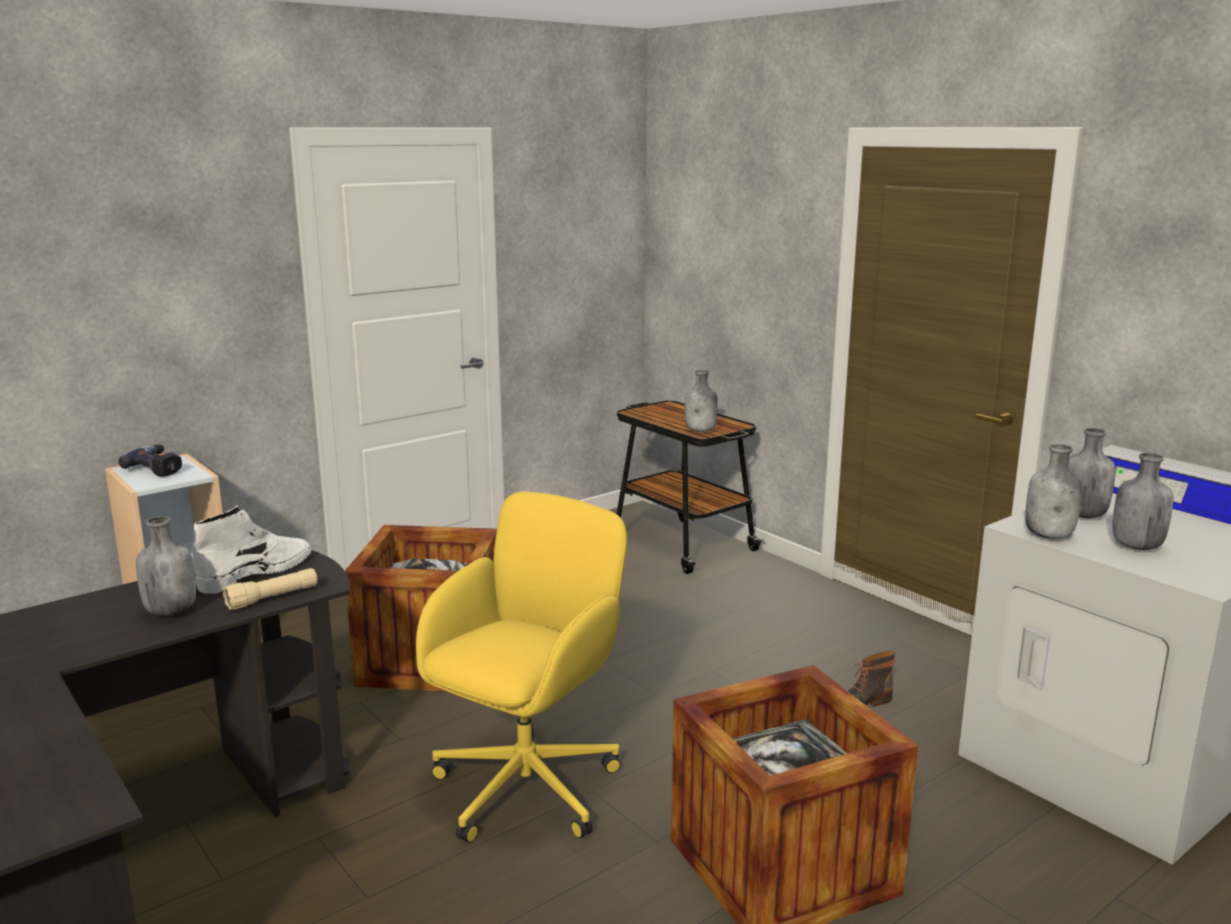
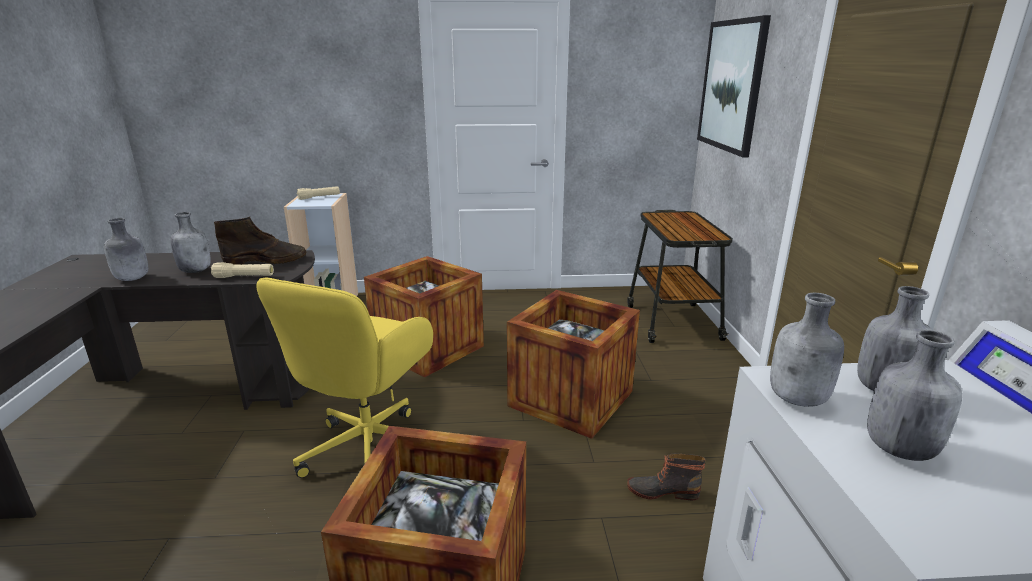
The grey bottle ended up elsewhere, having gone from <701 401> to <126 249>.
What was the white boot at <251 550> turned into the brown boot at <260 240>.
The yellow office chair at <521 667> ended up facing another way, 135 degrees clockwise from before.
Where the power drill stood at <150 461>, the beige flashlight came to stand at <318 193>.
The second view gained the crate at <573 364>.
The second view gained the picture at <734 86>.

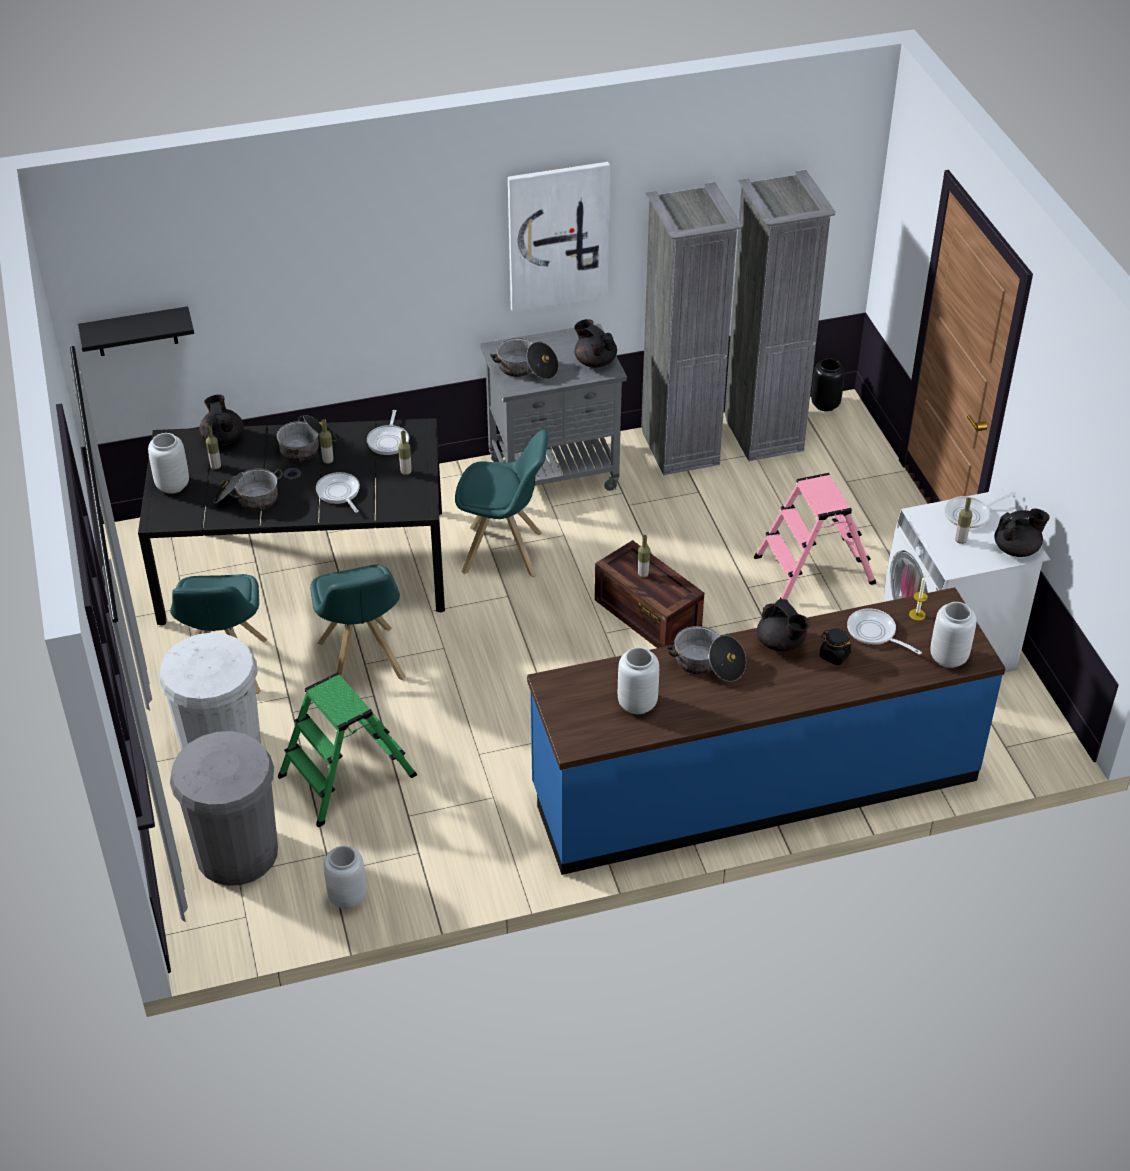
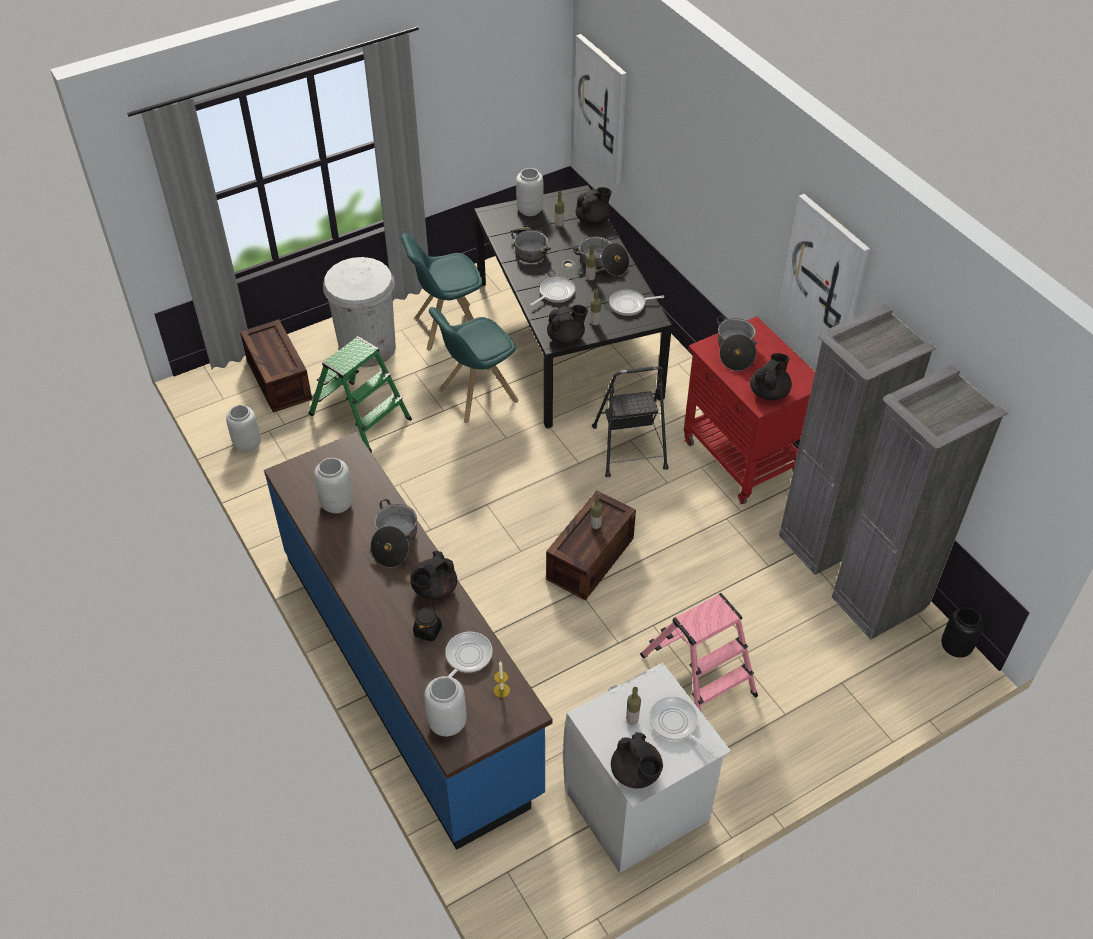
Where the grey trash can stood at <224 808>, the crate came to stand at <276 366>.
The second view gained the black teapot at <567 324>.
Where the black shelf hung at <136 331>, the picture came to hang at <600 109>.
Where the turquoise chair stood at <502 503>, the black step ladder came to stand at <630 421>.
What was the grey cart at <553 407> turned into the red cart at <749 410>.

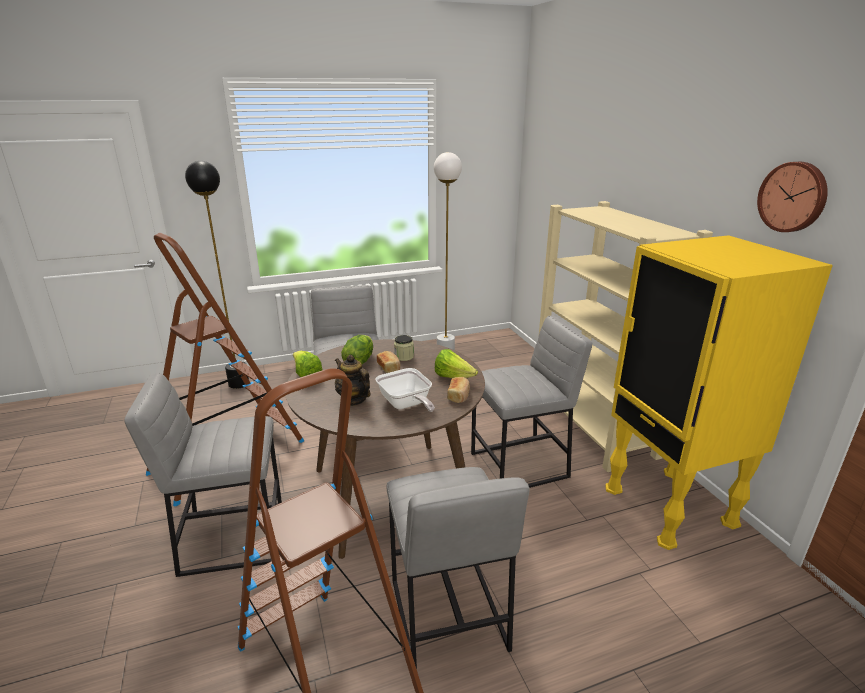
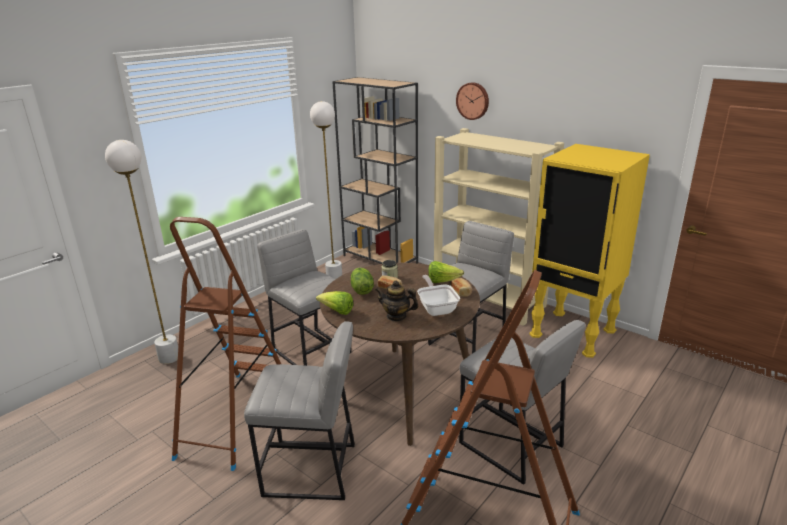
What was the black floor lamp at <217 275> turned into the white floor lamp at <141 252>.
The grey chair at <203 475> ended up facing another way, 135 degrees counterclockwise from before.
The second view gained the bookcase at <375 170>.
The frying pan at <405 390> ended up facing another way, 135 degrees counterclockwise from before.
The wall clock ended up elsewhere, having gone from <792 197> to <472 101>.

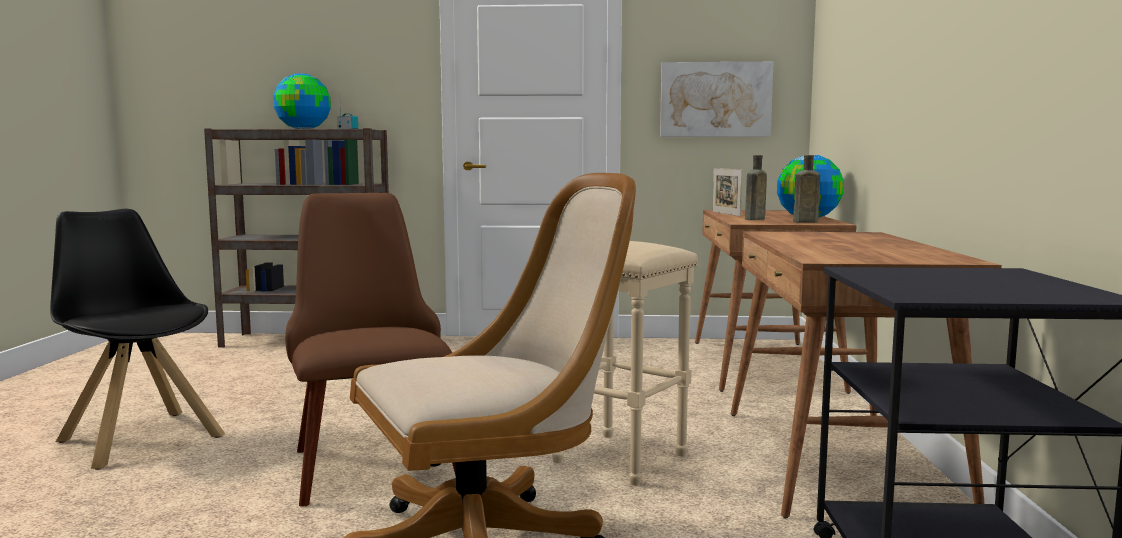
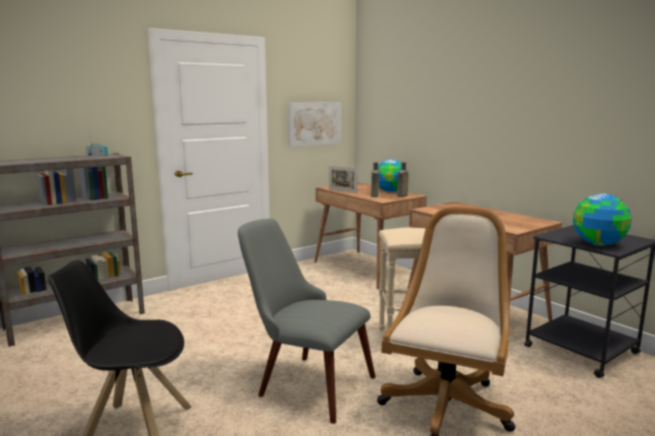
What was the brown chair at <370 350> turned into the grey chair at <306 321>.
The globe ended up elsewhere, having gone from <302 101> to <602 220>.

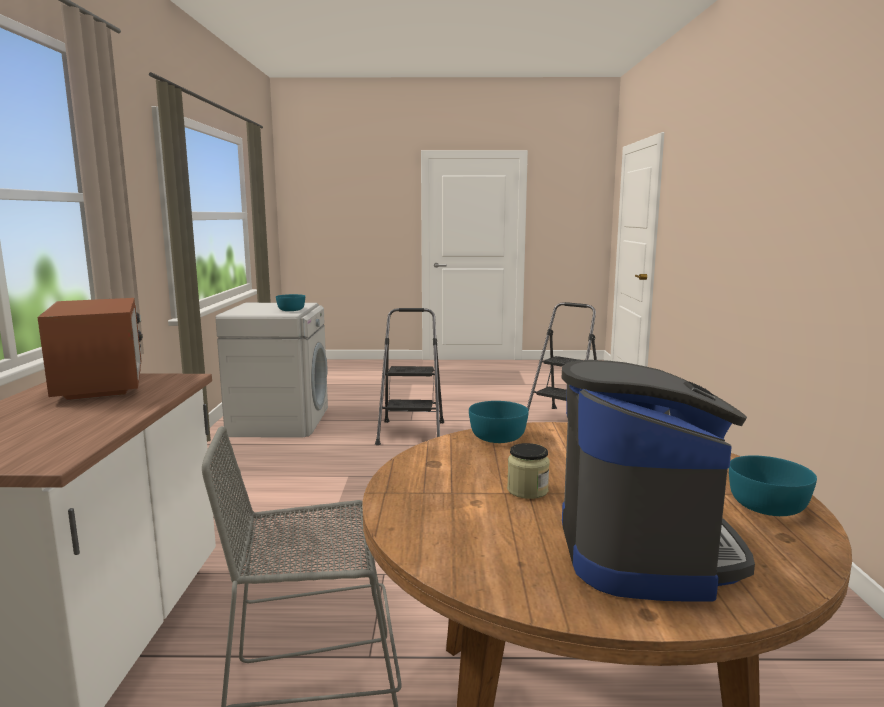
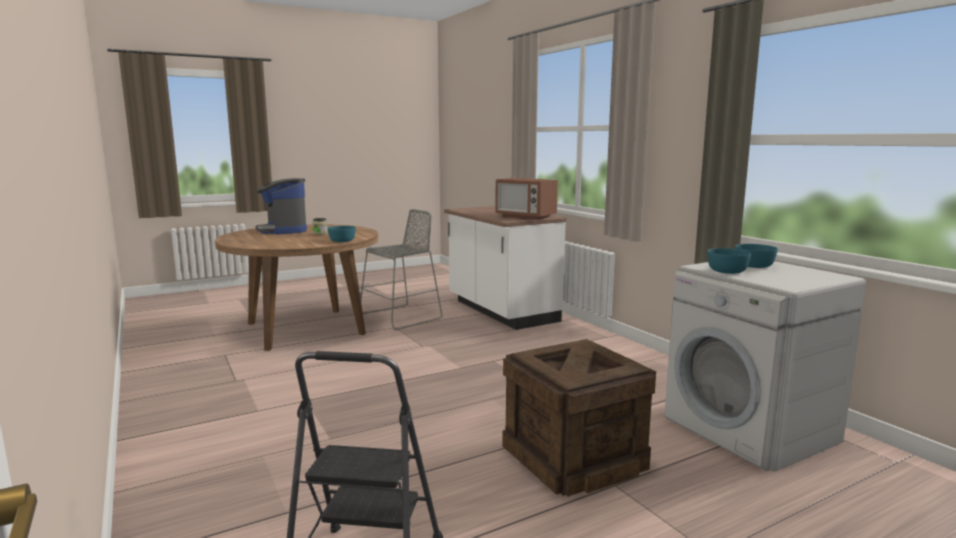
Where the black step ladder stood at <409 376>, the crate came to stand at <579 418>.
The turquoise bowl ended up elsewhere, having gone from <773 485> to <756 256>.

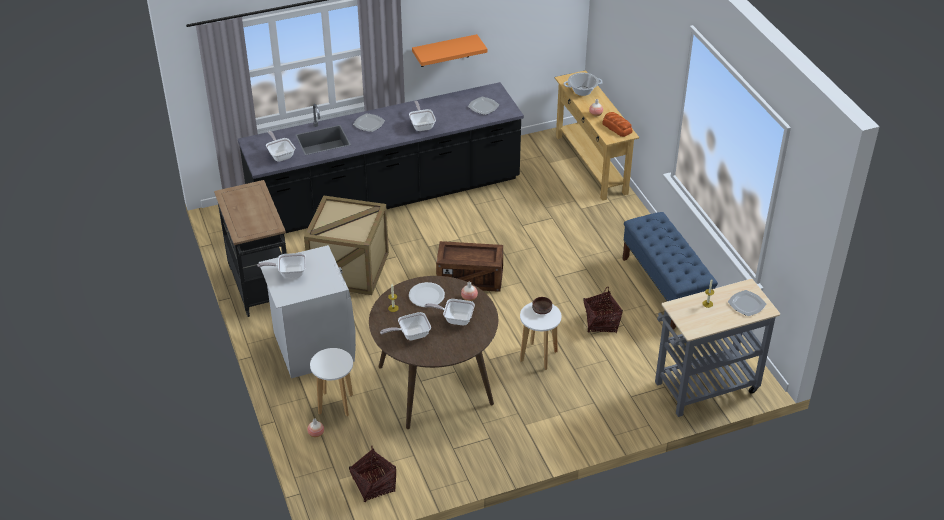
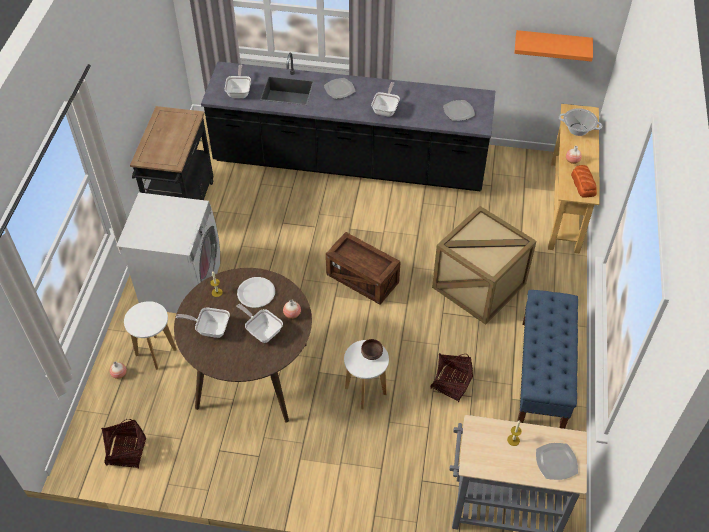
The crate ended up elsewhere, having gone from <346 245> to <484 265>.
The orange shelf ended up elsewhere, having gone from <449 50> to <553 46>.
The second view lost the frying pan at <282 265>.

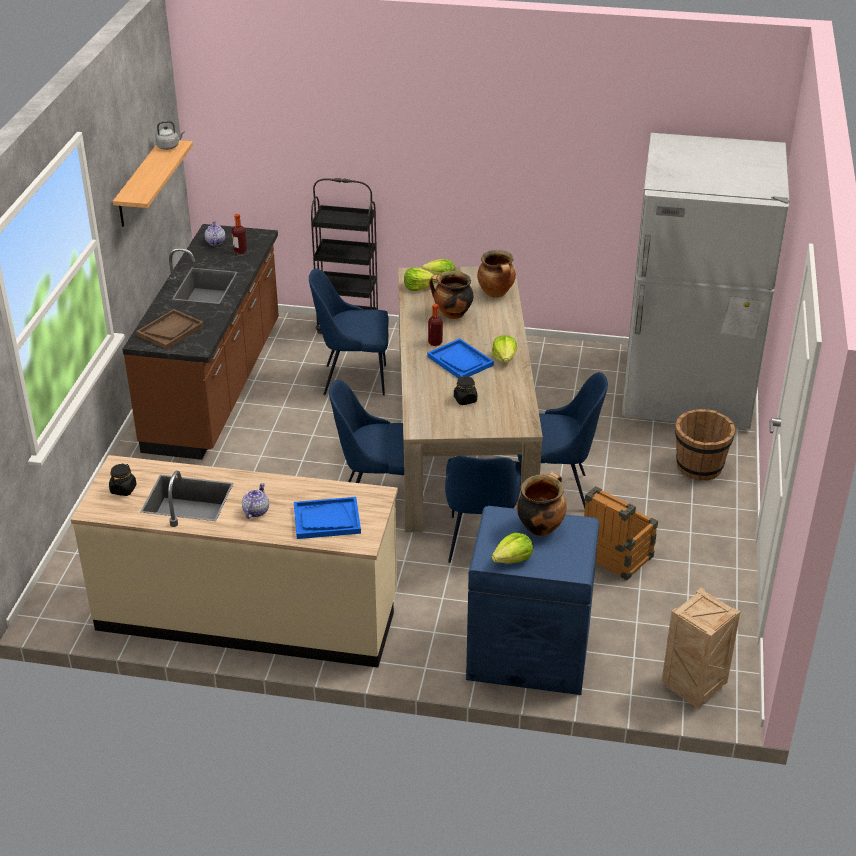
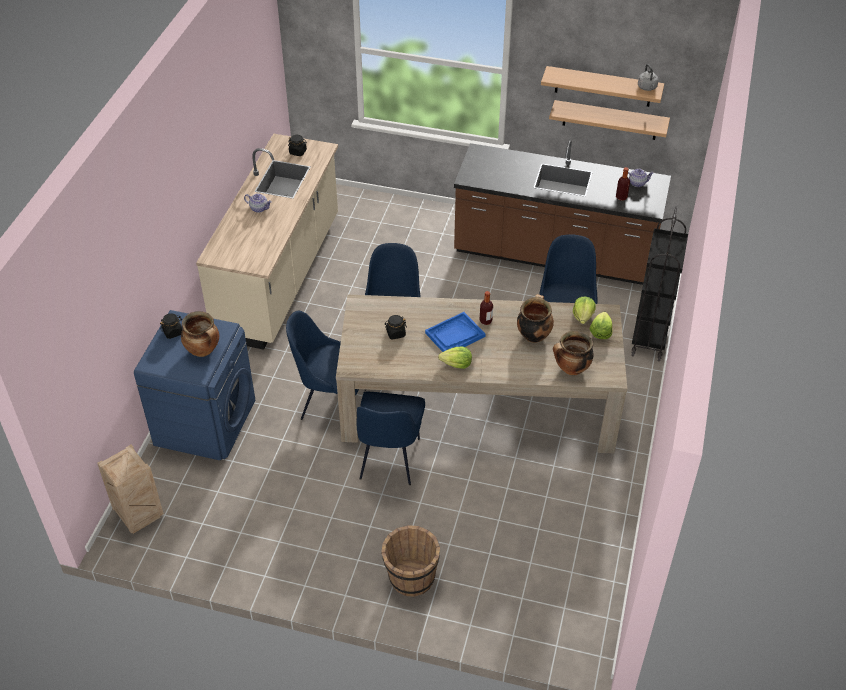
Where the lettuce stood at <512 548>, the black jar came to stand at <171 326>.
The second view gained the shelf at <609 120>.
The second view lost the brown tray at <170 329>.
The second view lost the blue tray at <327 518>.
The second view lost the crate at <621 533>.
The second view lost the white fridge at <705 281>.

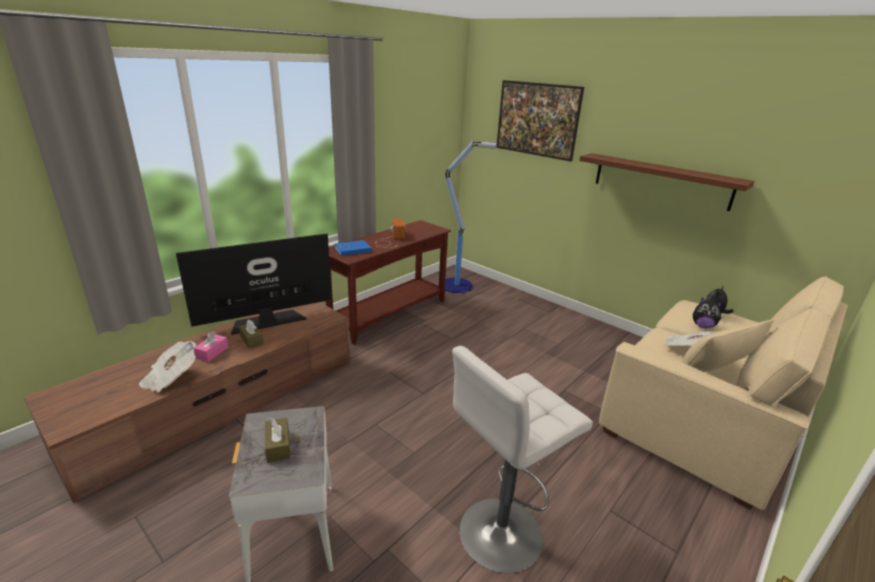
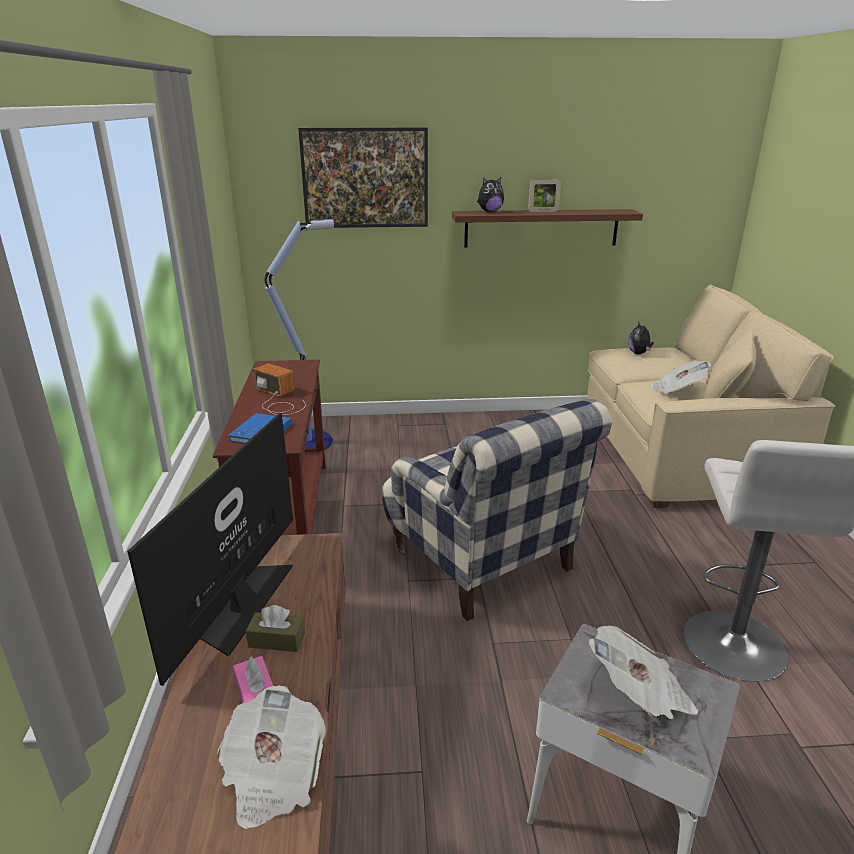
The second view gained the armchair at <497 510>.
The plush toy ended up elsewhere, having gone from <707 313> to <490 194>.
The second view gained the picture frame at <544 195>.
Where the brown tissue box stood at <277 440>, the newspaper came to stand at <643 672>.

